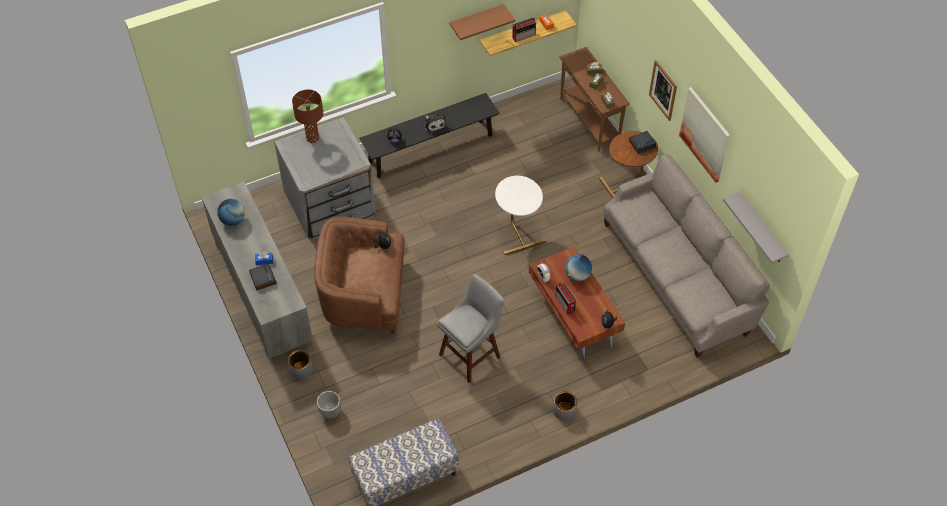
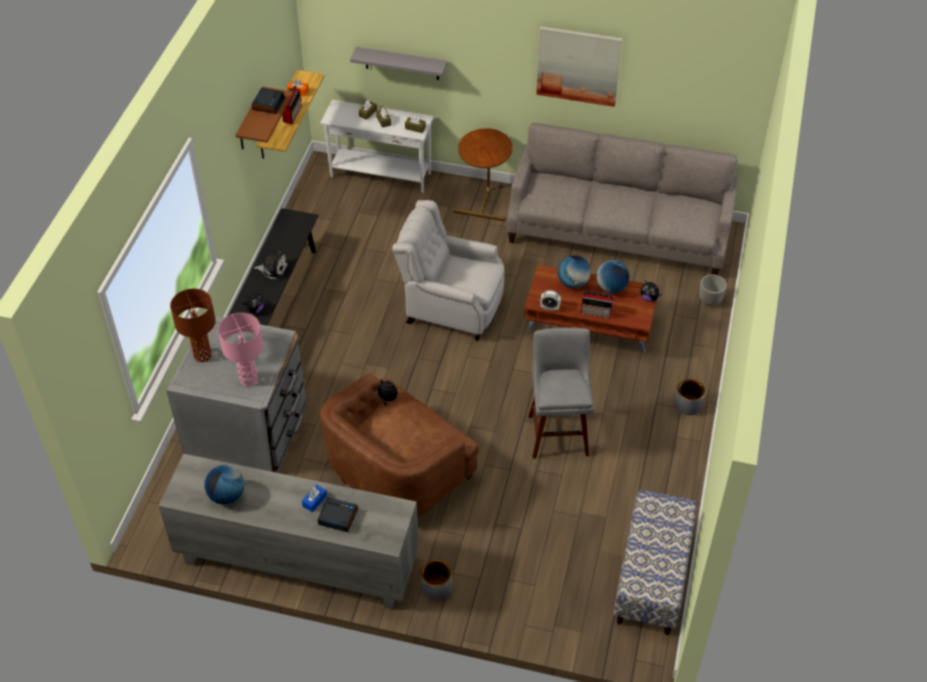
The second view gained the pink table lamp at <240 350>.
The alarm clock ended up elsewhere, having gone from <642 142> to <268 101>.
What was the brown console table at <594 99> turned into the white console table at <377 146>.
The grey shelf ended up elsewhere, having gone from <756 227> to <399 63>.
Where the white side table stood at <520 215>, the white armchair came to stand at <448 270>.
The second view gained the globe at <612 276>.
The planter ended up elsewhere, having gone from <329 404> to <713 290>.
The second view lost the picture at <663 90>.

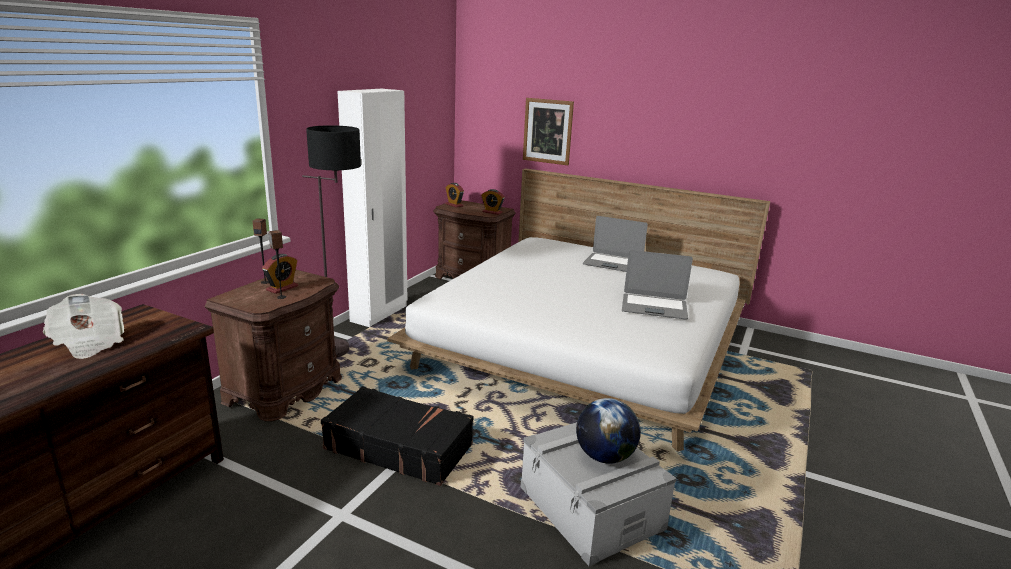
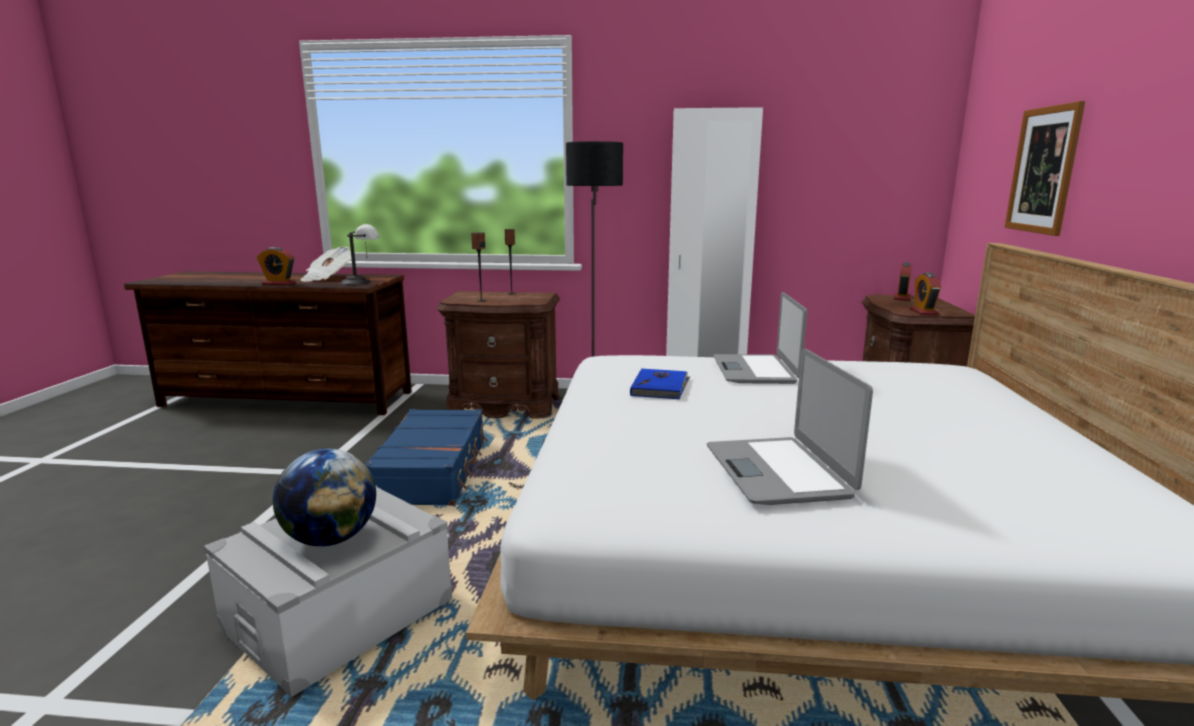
The alarm clock ended up elsewhere, having gone from <280 274> to <276 266>.
The second view gained the table lamp at <360 254>.
What was the black suitcase at <397 436> turned into the blue suitcase at <426 457>.
The second view gained the blue book at <660 383>.
The laptop ended up elsewhere, having gone from <615 244> to <760 338>.

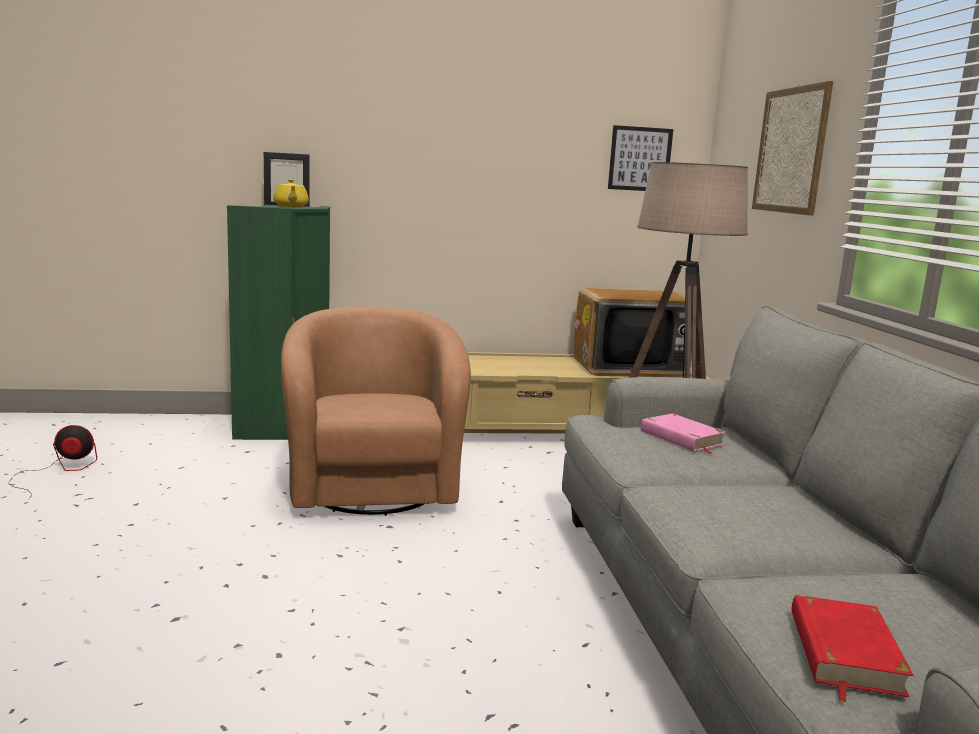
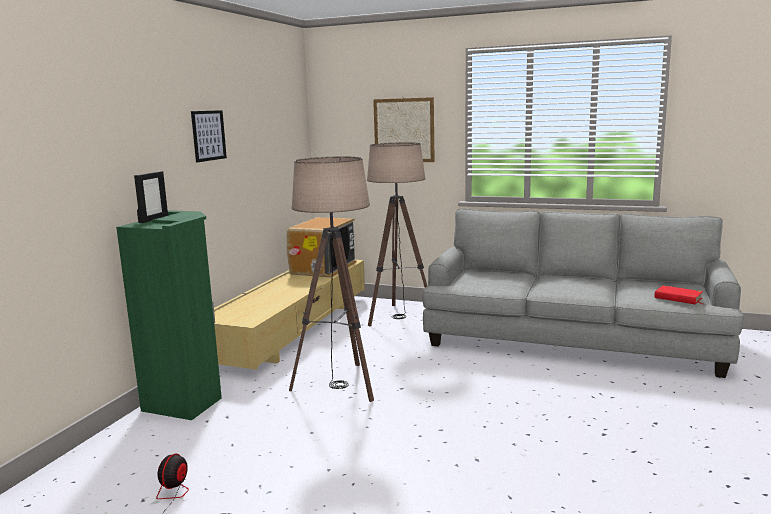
The picture ended up elsewhere, having gone from <640 158> to <209 136>.
Where the brown armchair stood at <376 411>, the floor lamp came to stand at <331 279>.
The second view lost the yellow teapot at <291 193>.
The second view lost the pink book at <683 433>.

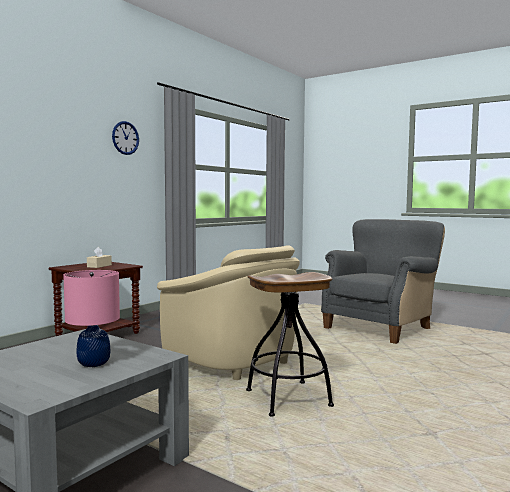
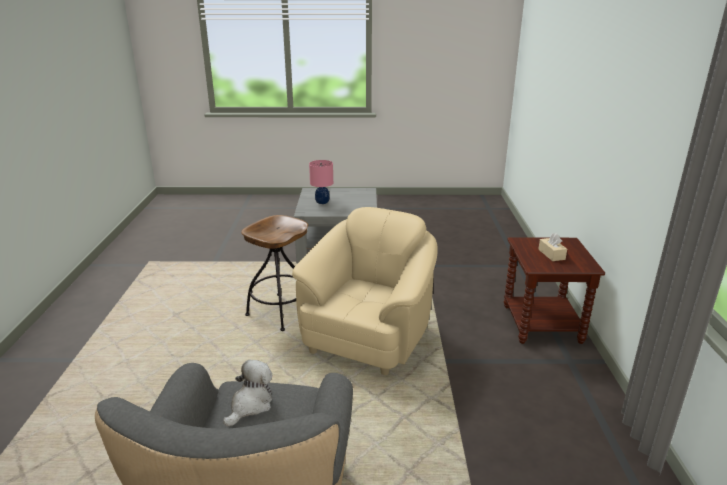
The second view gained the plush toy at <247 393>.
The beige armchair at <228 312> ended up facing another way, 105 degrees clockwise from before.
The second view lost the wall clock at <125 138>.

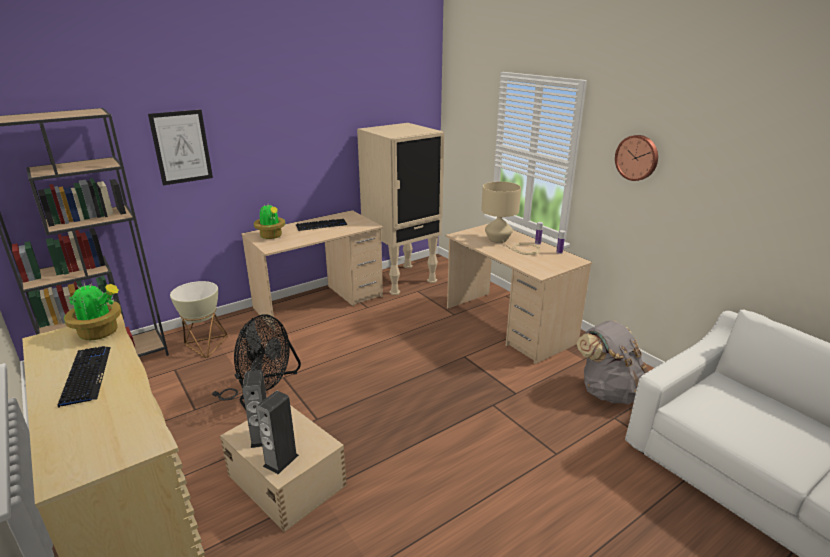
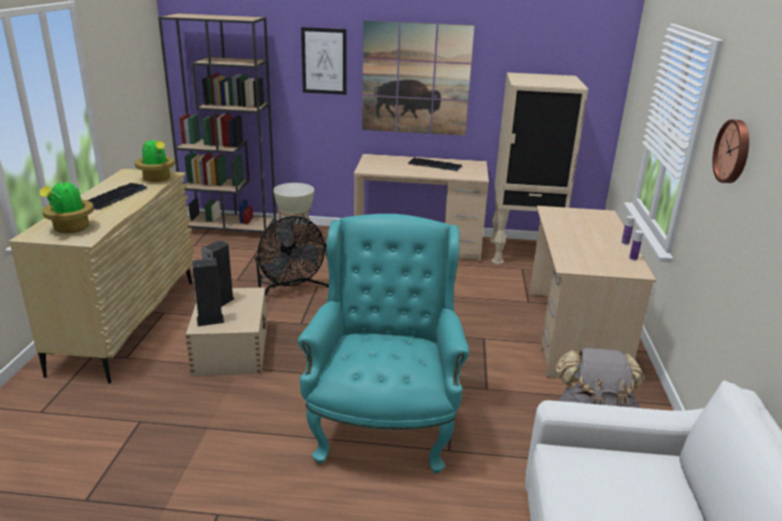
The potted plant ended up elsewhere, having gone from <269 222> to <66 206>.
The second view gained the turquoise armchair at <383 344>.
The second view gained the picture at <418 78>.
The second view lost the beige table lamp at <511 218>.

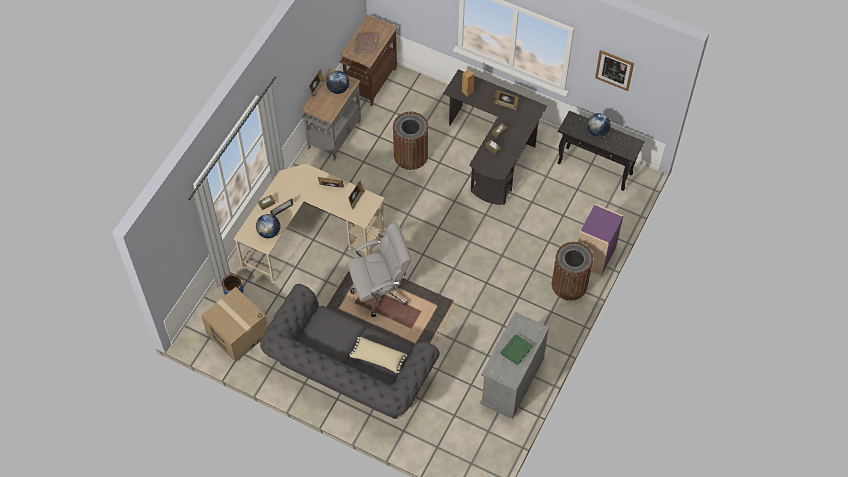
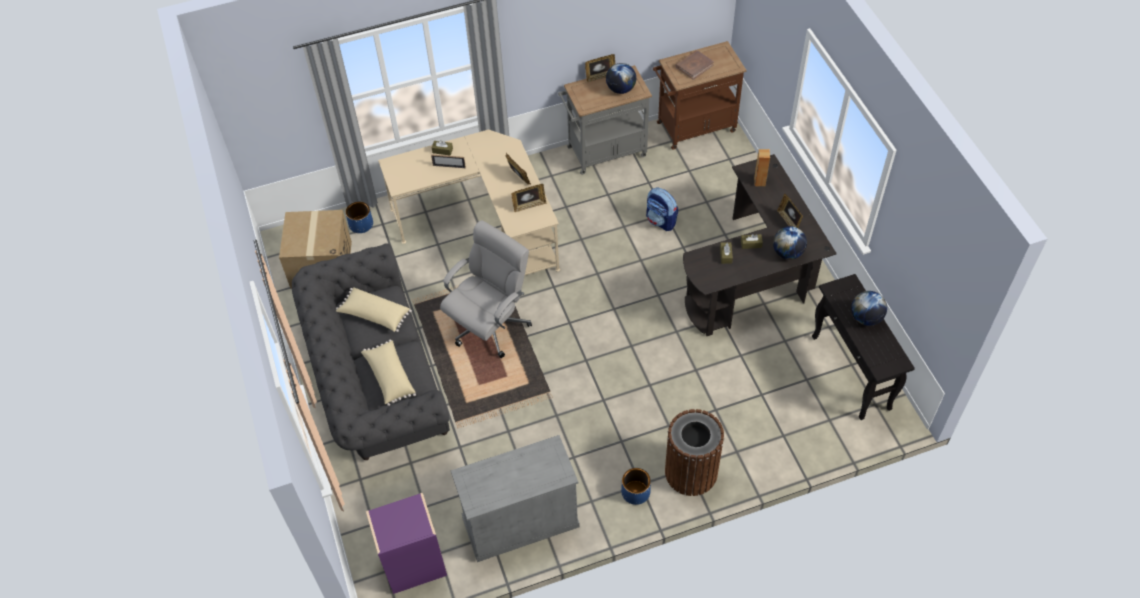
The second view gained the beige pillow at <374 310>.
The purple bookcase ended up elsewhere, having gone from <600 240> to <406 543>.
The grey office chair at <379 270> ended up facing another way, 75 degrees counterclockwise from before.
The second view gained the blue planter at <636 486>.
Where the brown trash can stood at <411 141>, the backpack came to stand at <662 209>.
The globe ended up elsewhere, having gone from <268 226> to <790 243>.
The second view lost the green book at <516 349>.
The second view lost the picture at <614 70>.

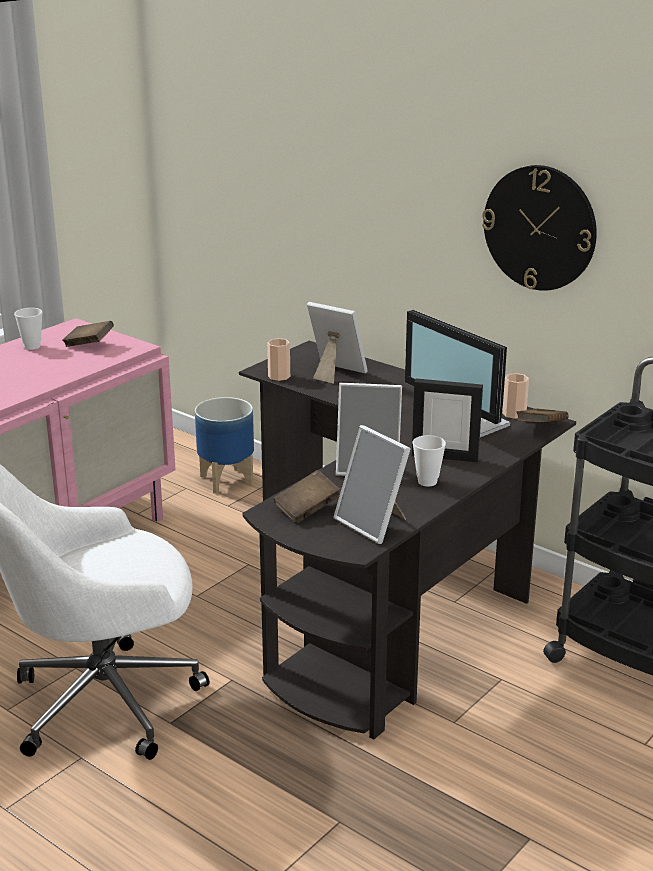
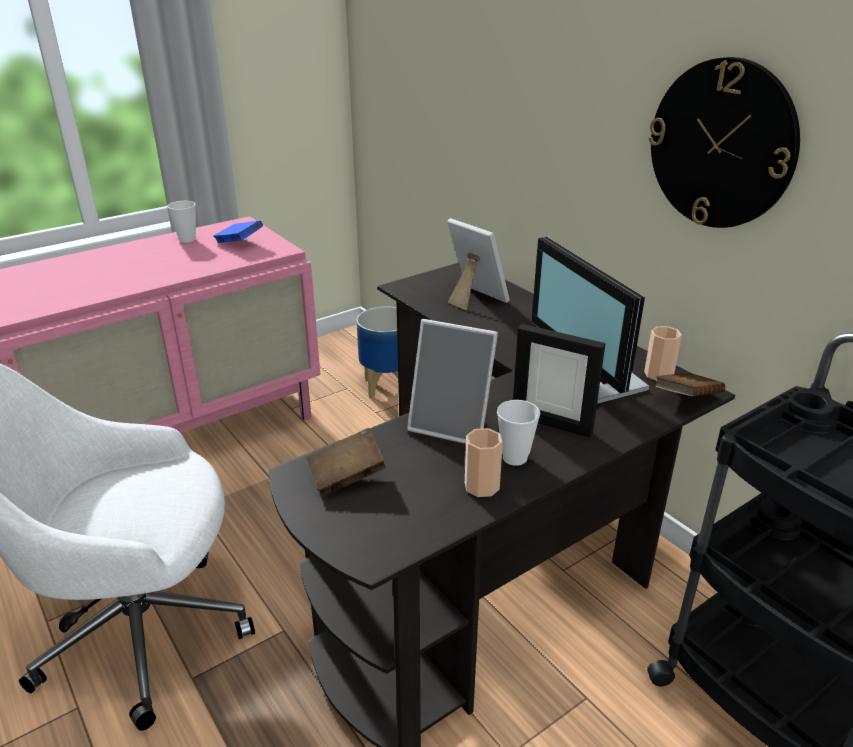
What was the brown book at <88 334> turned into the blue book at <238 232>.
The cup ended up elsewhere, having gone from <278 359> to <484 462>.
The second view lost the picture frame at <372 484>.

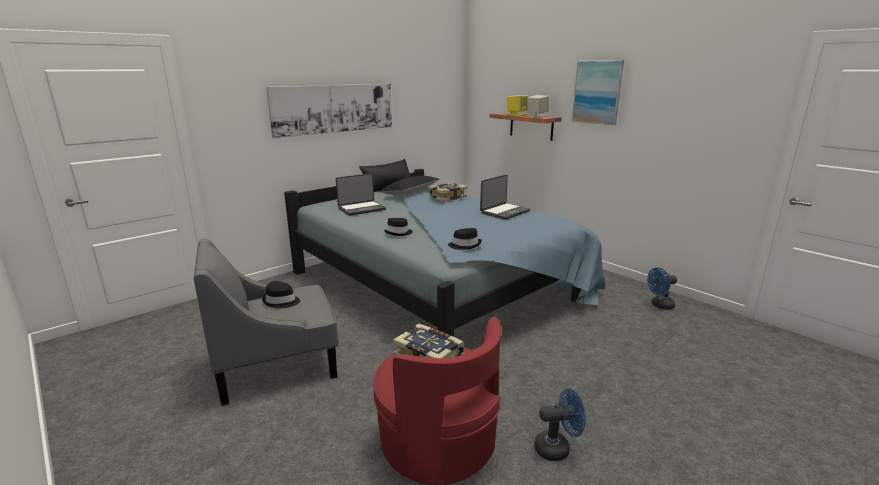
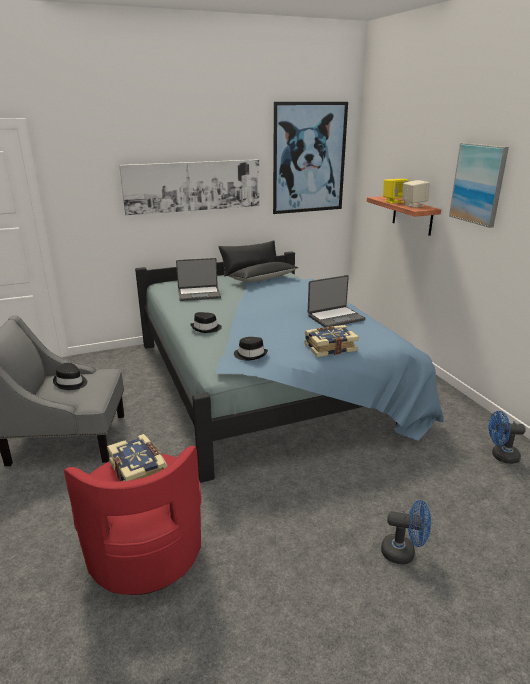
The second view gained the picture at <310 158>.
The book ended up elsewhere, having gone from <448 192> to <331 341>.
The blue fan ended up elsewhere, having gone from <560 424> to <406 532>.

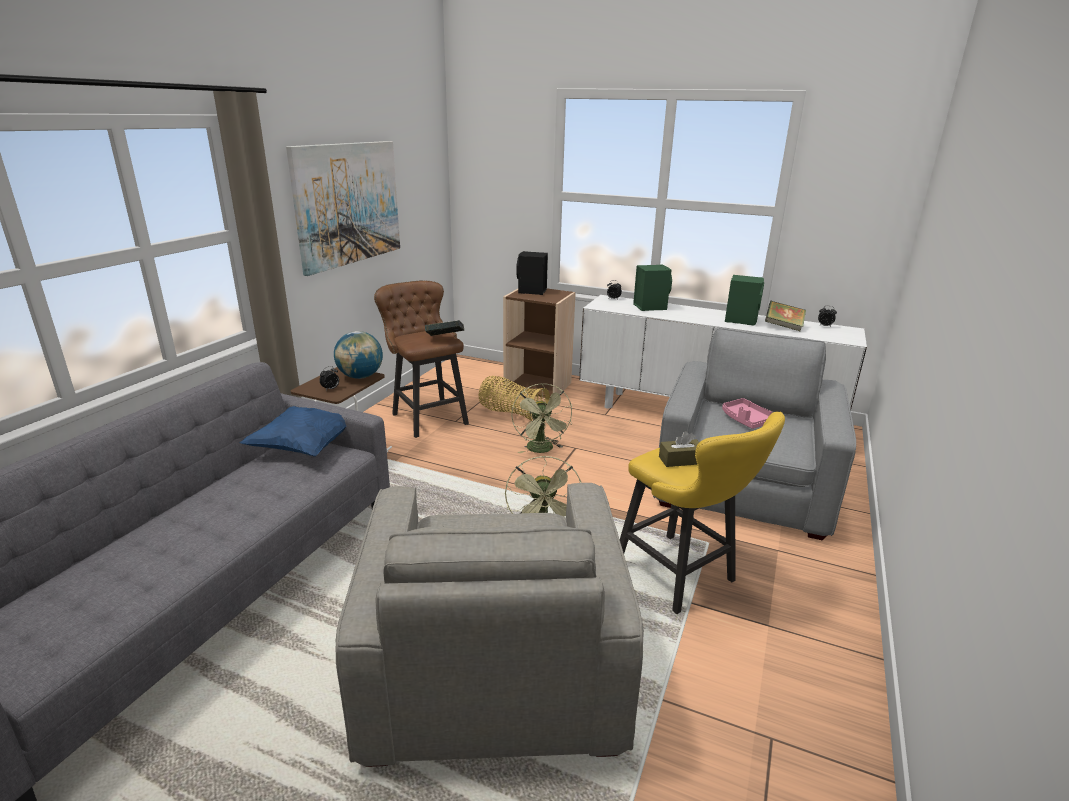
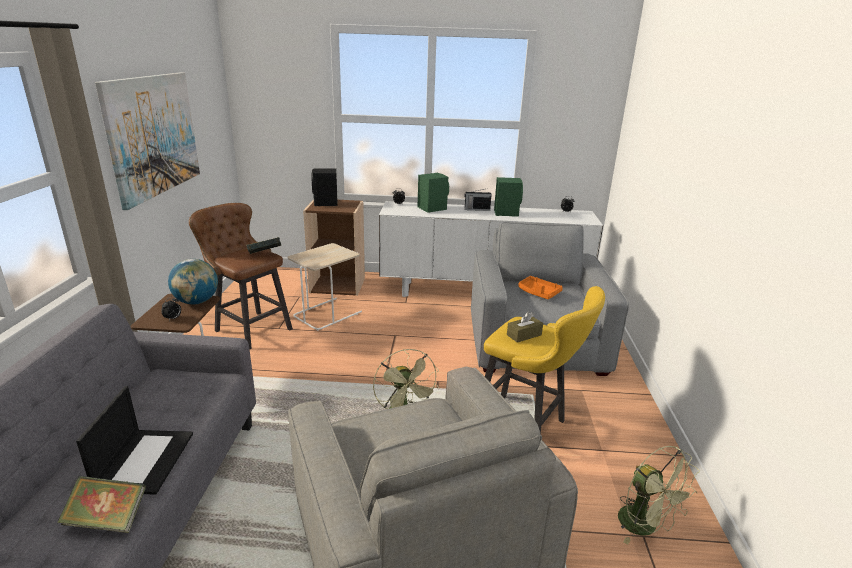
The book ended up elsewhere, having gone from <785 316> to <101 504>.
The second view gained the laptop at <134 440>.
Where the basket stood at <514 398>, the beige side table came to stand at <325 287>.
The second view gained the radio at <478 199>.
What was the pink tray at <747 413> turned into the orange tray at <540 287>.
The green fan ended up elsewhere, having gone from <542 418> to <659 495>.
The second view lost the blue pillow at <292 431>.

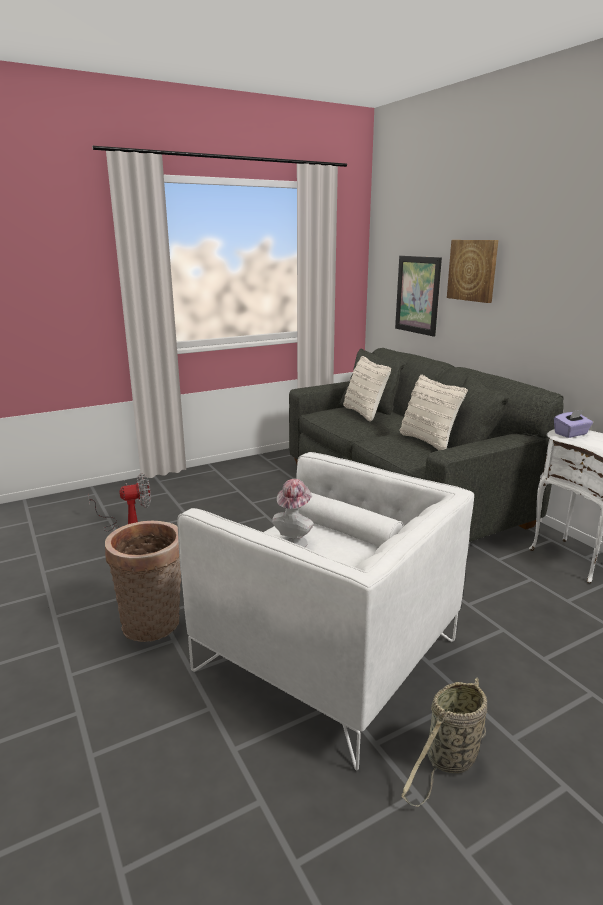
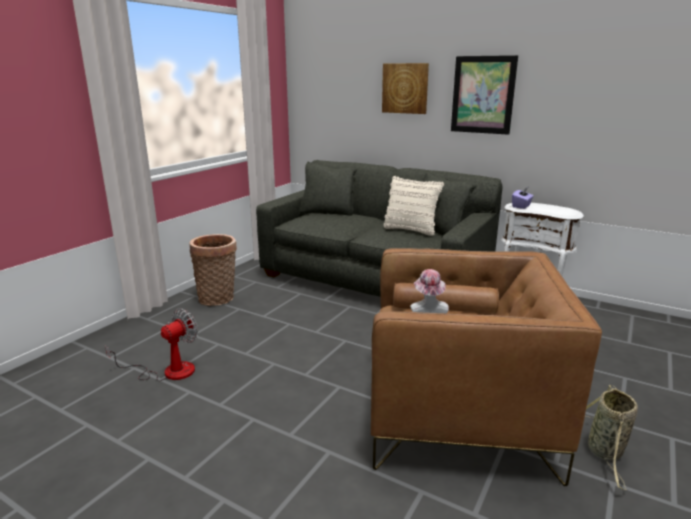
The basket ended up elsewhere, having gone from <143 581> to <213 270>.
What was the white armchair at <325 611> turned into the brown armchair at <486 367>.
The picture ended up elsewhere, having gone from <418 296> to <484 95>.
The second view lost the beige pillow at <367 389>.

